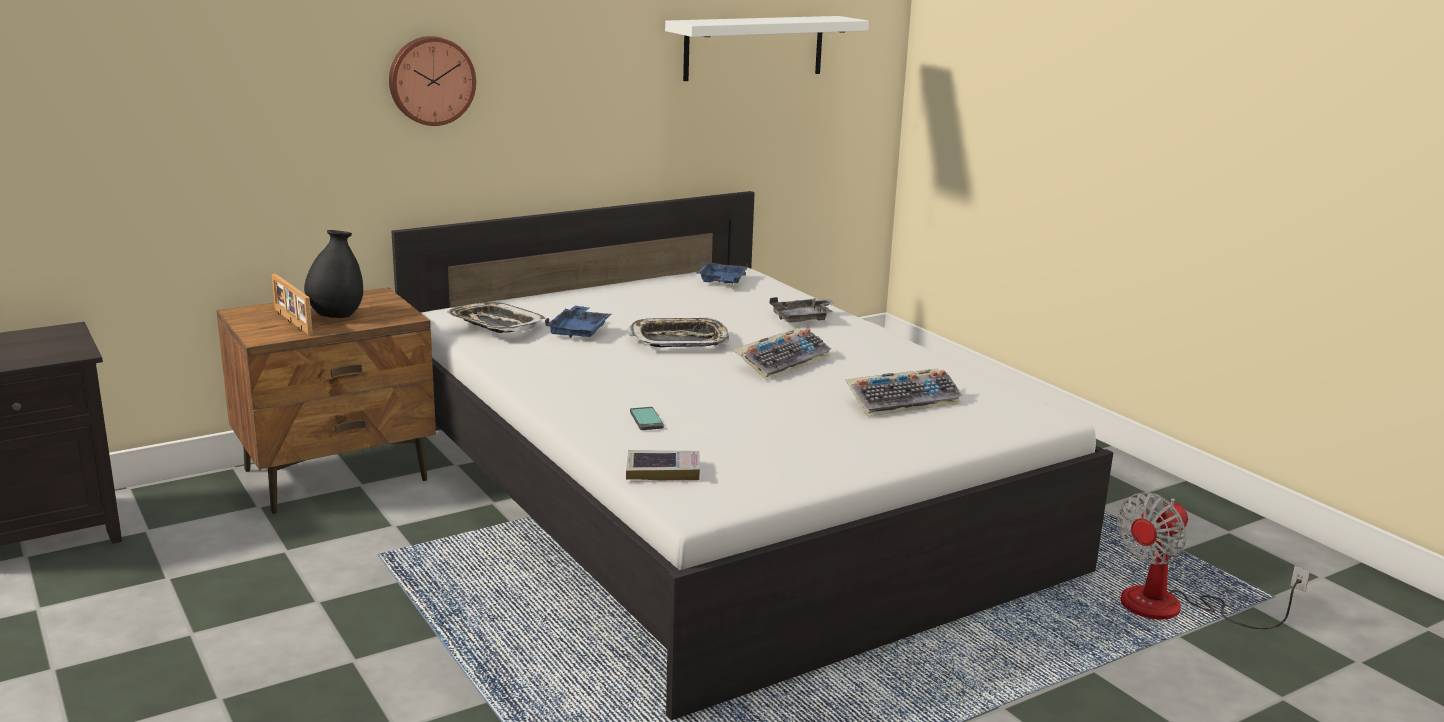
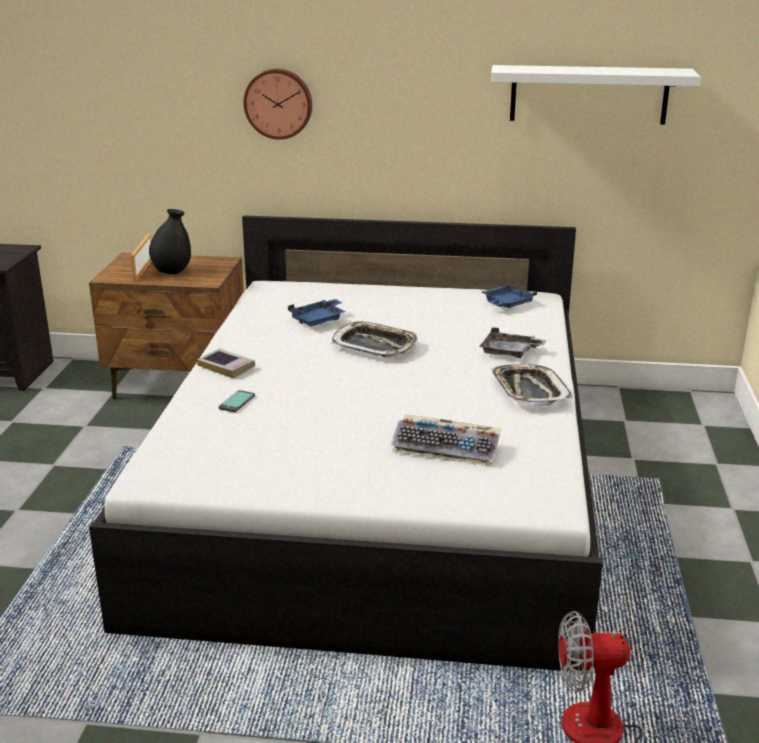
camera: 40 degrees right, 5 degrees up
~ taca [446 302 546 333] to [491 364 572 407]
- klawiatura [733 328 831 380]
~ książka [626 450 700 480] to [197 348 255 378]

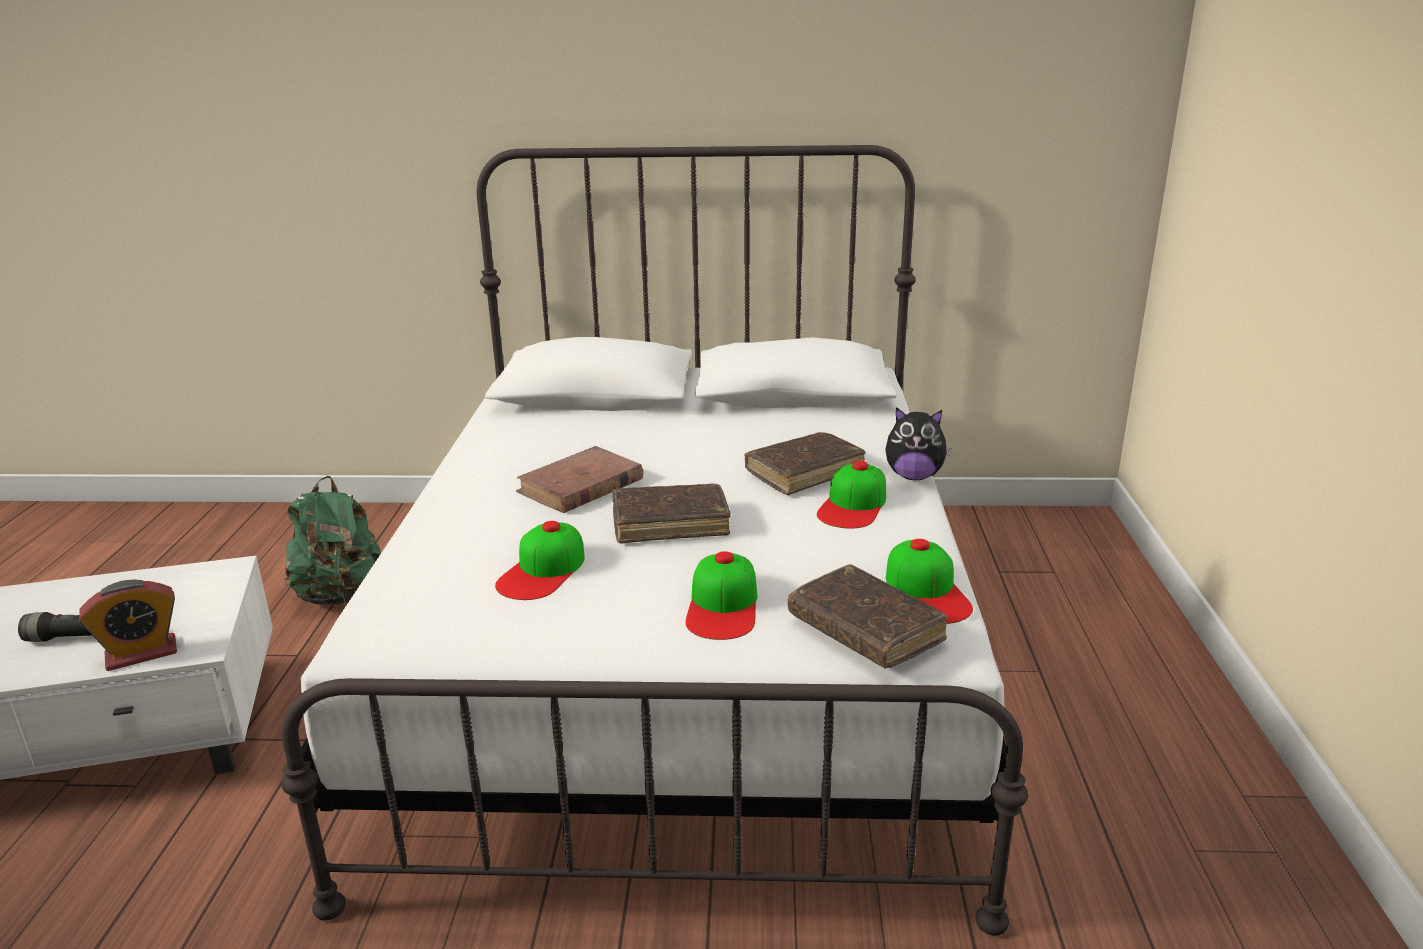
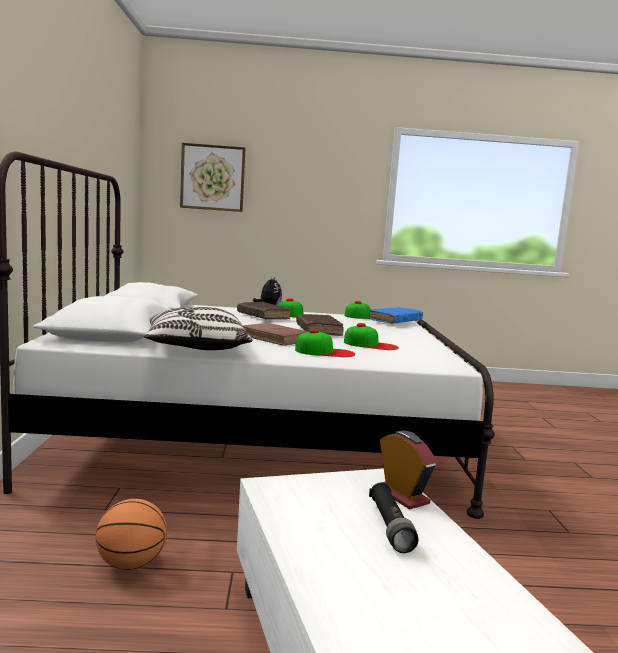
camera: 95 degrees left, 15 degrees down
~ plecak (zielony) [284 476 381 605] to piłka do koszykówki [95 499 167 570]
~ czapka z daszkiem [686 551 757 640] to [295 329 355 357]
~ książka (brązowy) [788 564 948 669] to książka (niebieski) [369 307 423 324]
+ obraz [180 143 246 212]
+ poduszka [144 307 252 350]

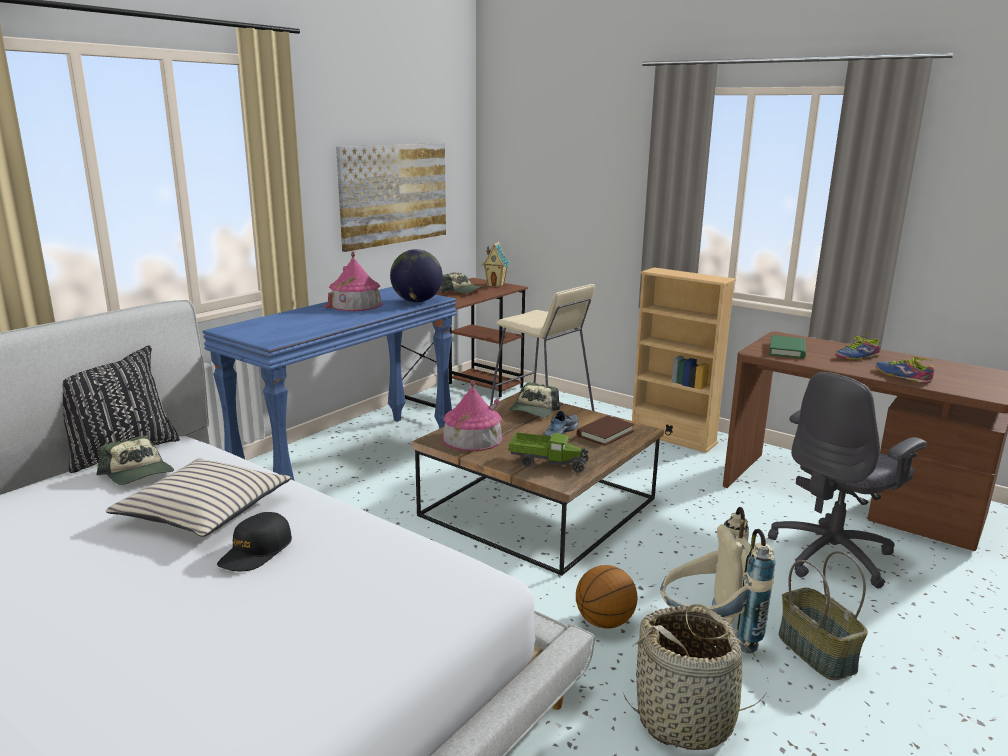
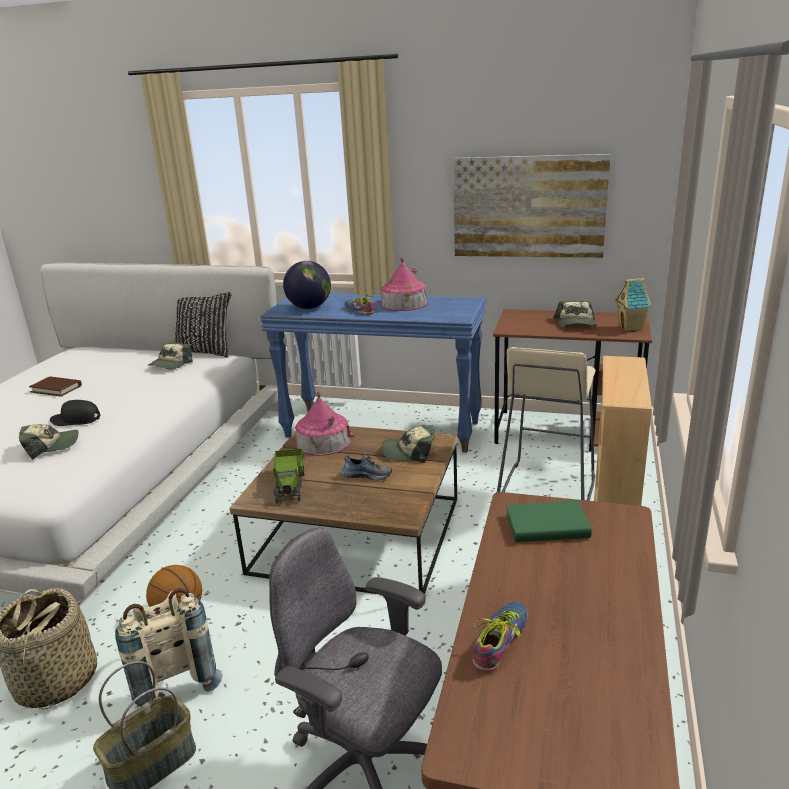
camera: 70 degrees right, 5 degrees up
~ globus [390 249 443 302] to [283 261 331 309]
~ but [835 334 881 360] to [344 295 375 315]
~ książka (brązowy) [577 415 635 446] to [29 377 82 397]
- poduszka (beżowy) [106 458 292 537]
+ czapka z daszkiem [19 424 78 459]

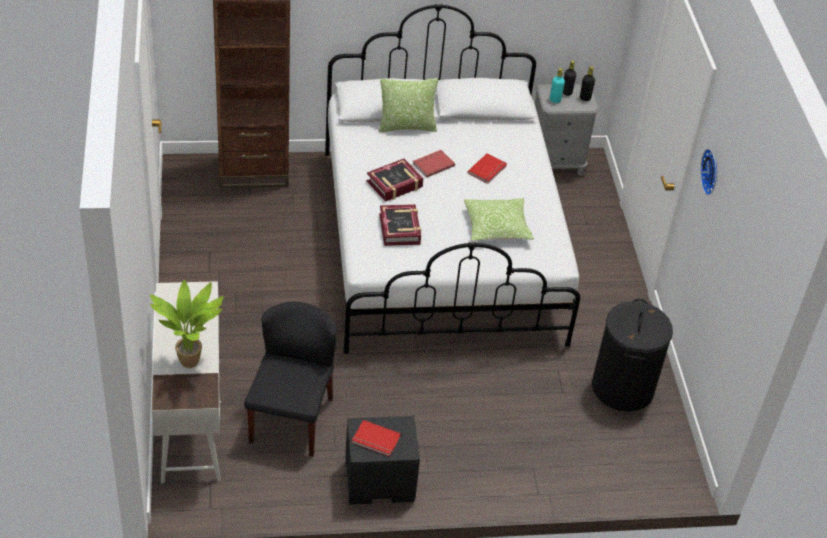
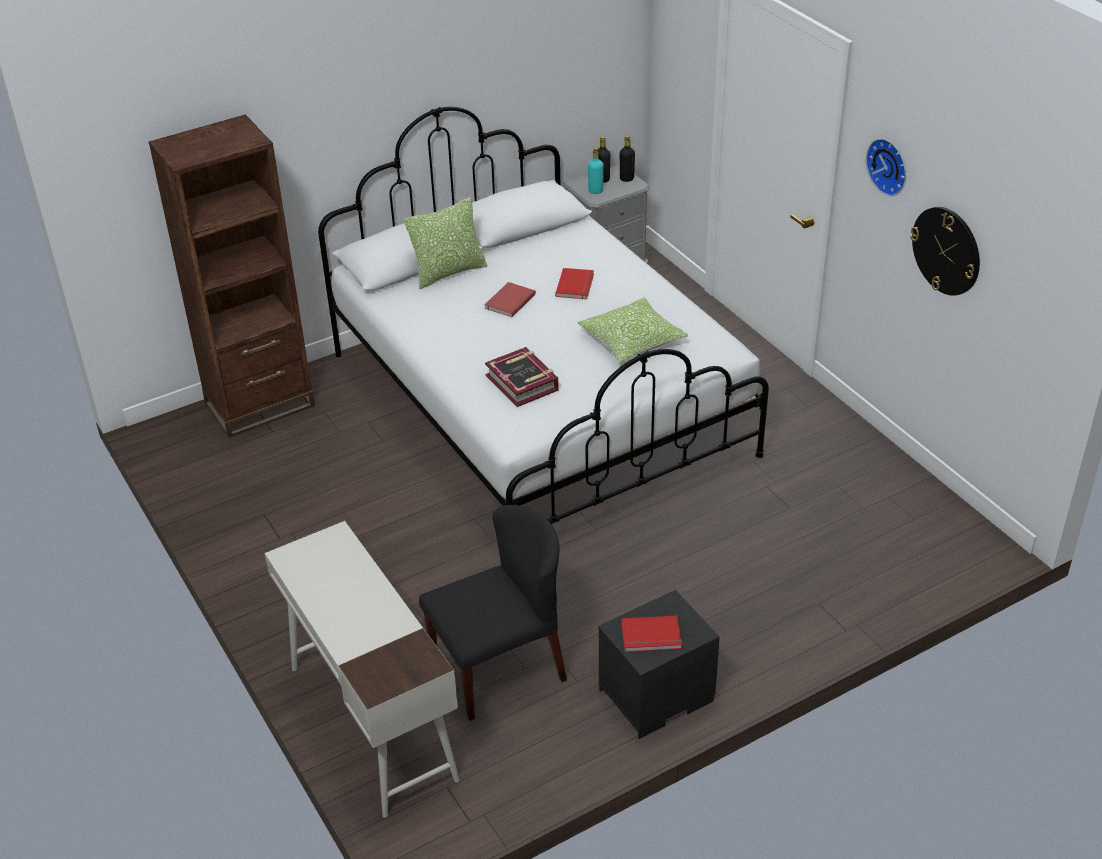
camera: 20 degrees left, 5 degrees down
- książka [366 159 423 202]
- roślina doniczkowa [150 280 224 368]
- kosz na pranie (czarny) [592 299 673 412]
~ krzesło (czarny) [244 301 337 456] = [419 505 567 721] 75 degrees clockwise
+ zegar ścienny [910 207 980 296]

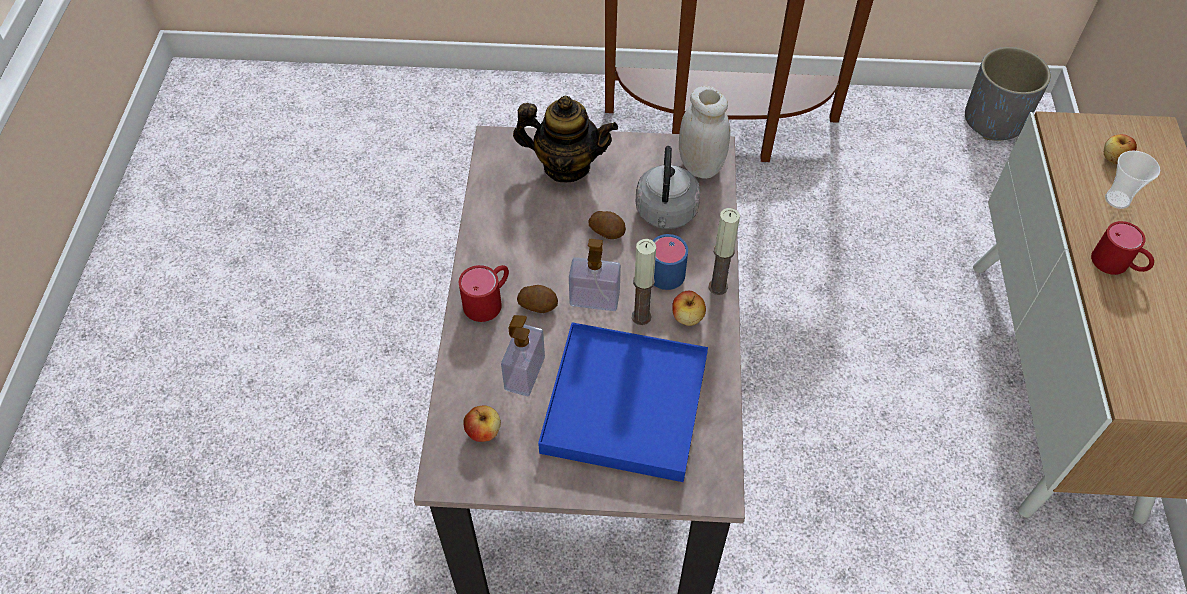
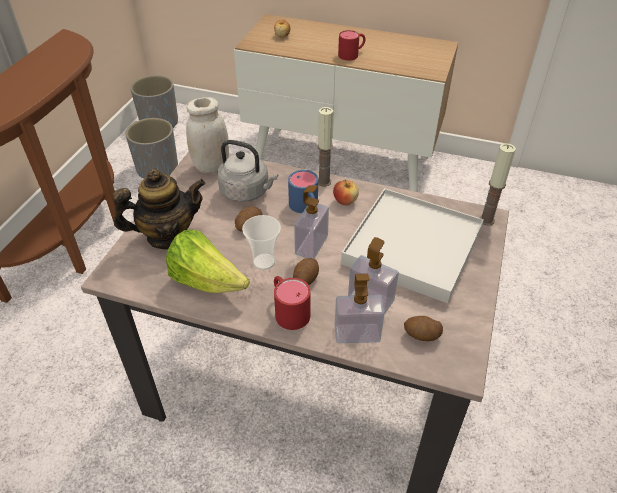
camera: 75 degrees left, 10 degrees down
~ imbryk [513 95 618 182] = [113 169 205 250] 45 degrees clockwise
~ filiżanka [1105 151 1160 209] to [242 215 281 270]
~ świeca [632 239 656 325] to [479 143 516 226]
~ taca (niebieski) [538 322 708 482] to taca (biały) [341 188 484 303]
~ jabłko [463 405 501 442] to ziemniak [404 316 443 341]
+ donica (szary) [125 118 178 179]
+ sałata [166 229 250 293]
+ dozownik mydła [335 274 384 343]

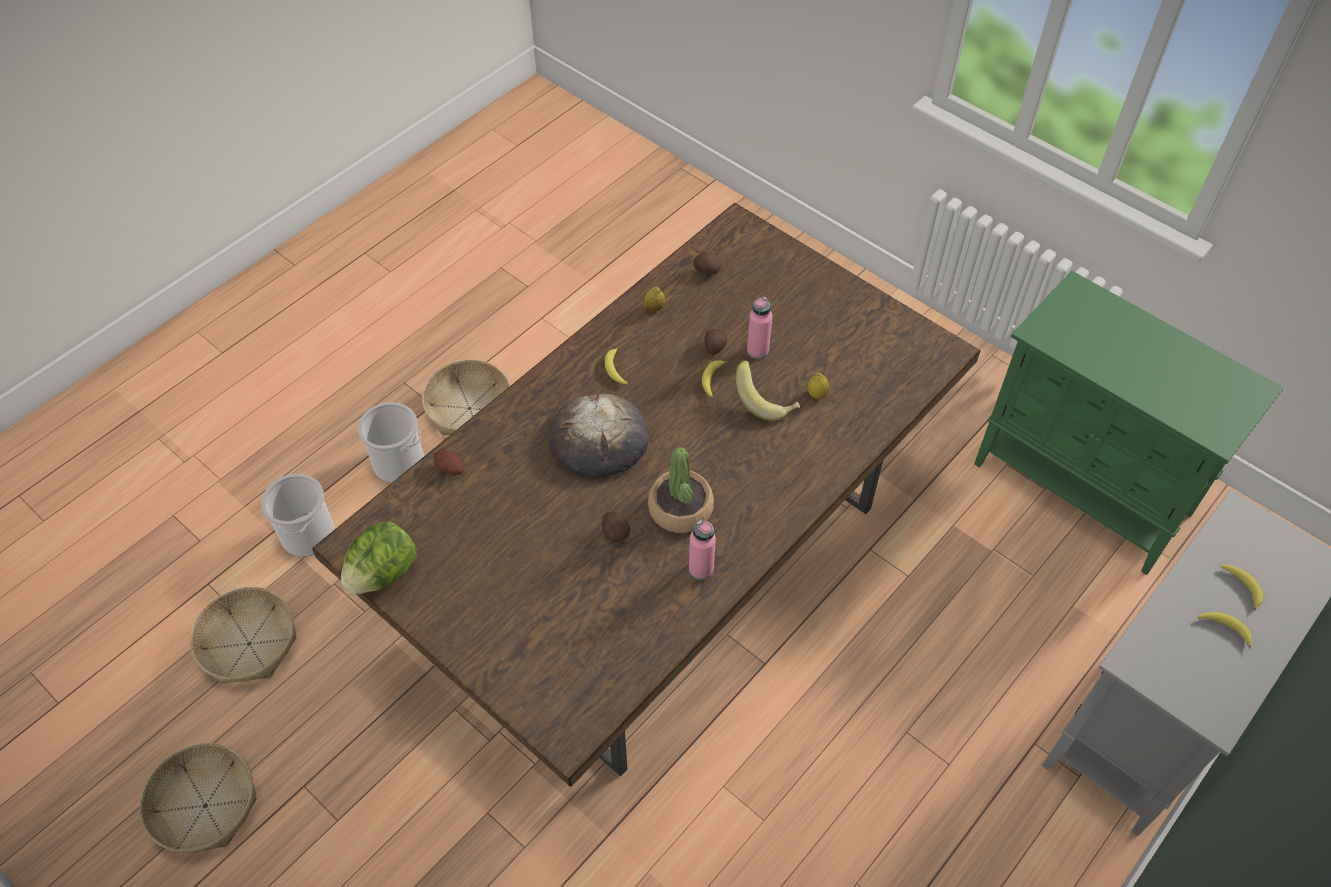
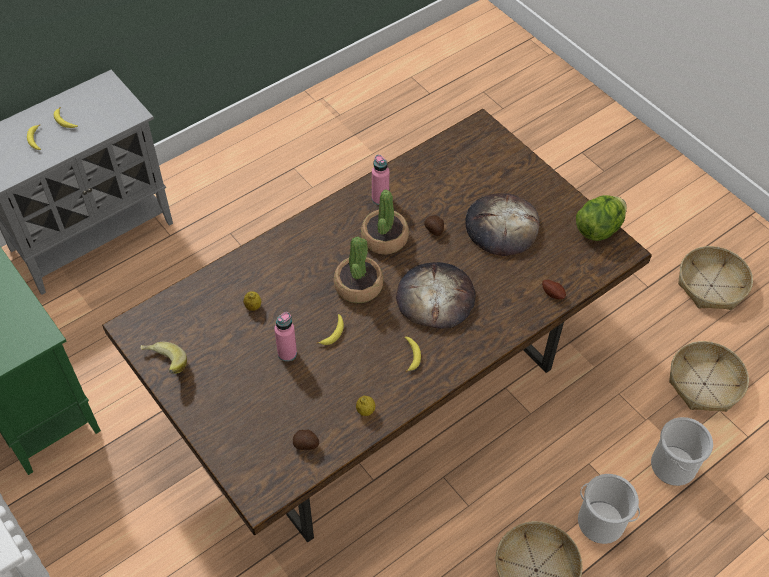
camera: 170 degrees left, 0 degrees up
- ziemniak [705 329 727 355]
~ banan [735 360 800 421] to [140 342 187 374]
+ chleb [465 193 539 256]
+ roślina doniczkowa [334 236 384 303]

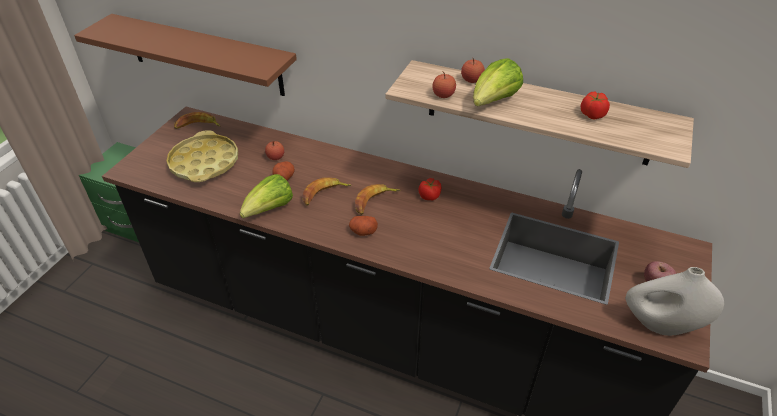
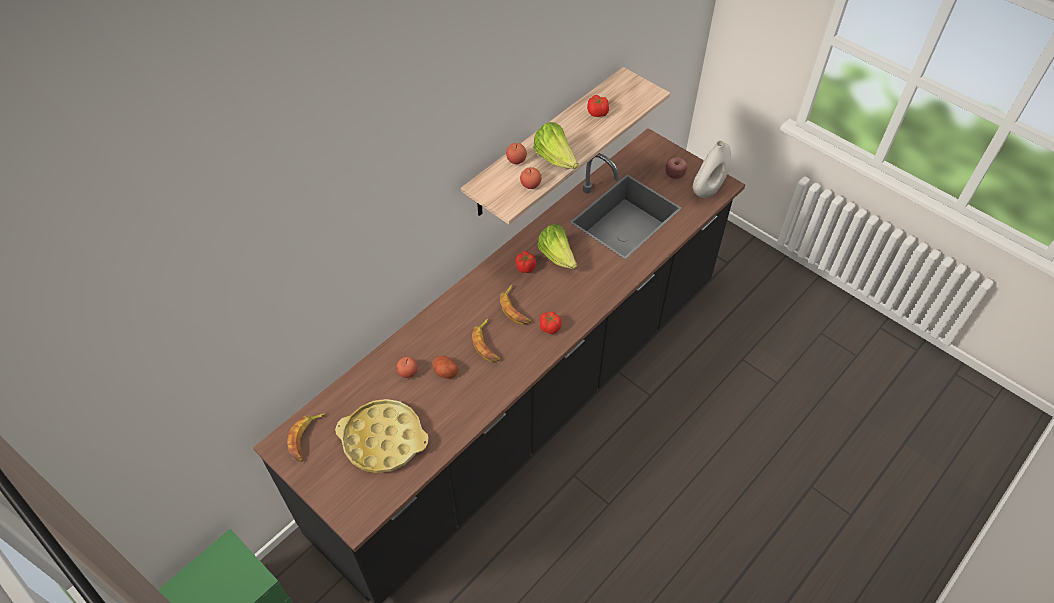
camera: 70 degrees left, 10 degrees up
- półka (brązowy) [74 14 297 96]
~ sałata [240 174 293 219] to [538 224 577 269]
~ ziemniak [349 216 378 236] to pomidor [540 312 562 334]

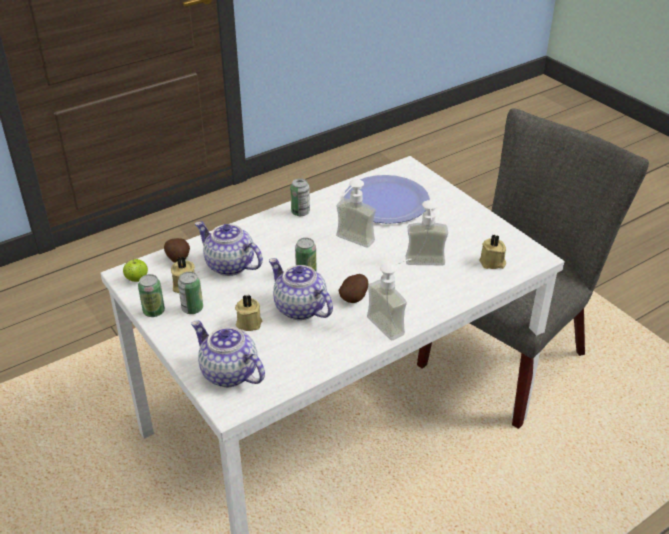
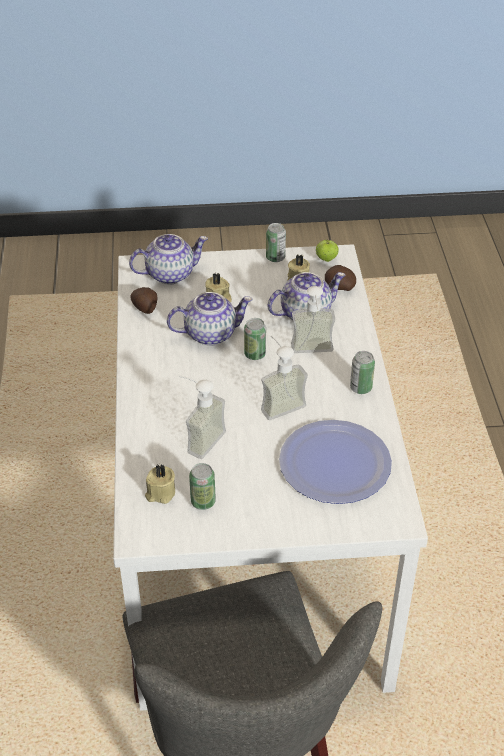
camera: 120 degrees right, 5 degrees up
~ dozownik mydła [367 259 411 340] to [291 286 335 353]
~ puszka [178 272 203 314] to [189 463 216 510]
~ ziemniak [339 274 368 303] to [130 287 158 314]

